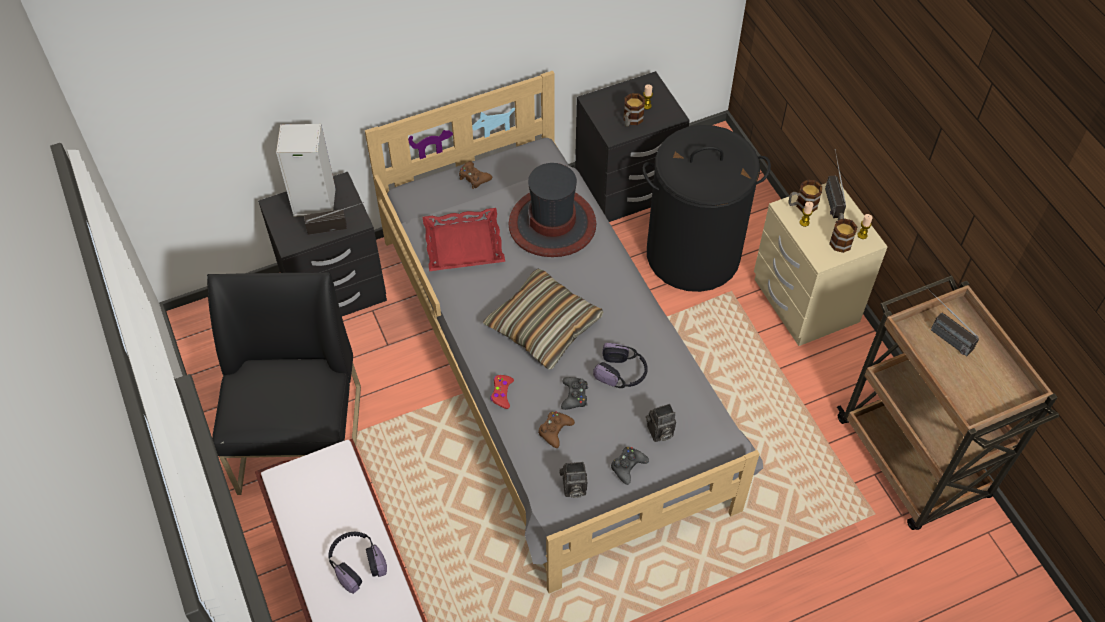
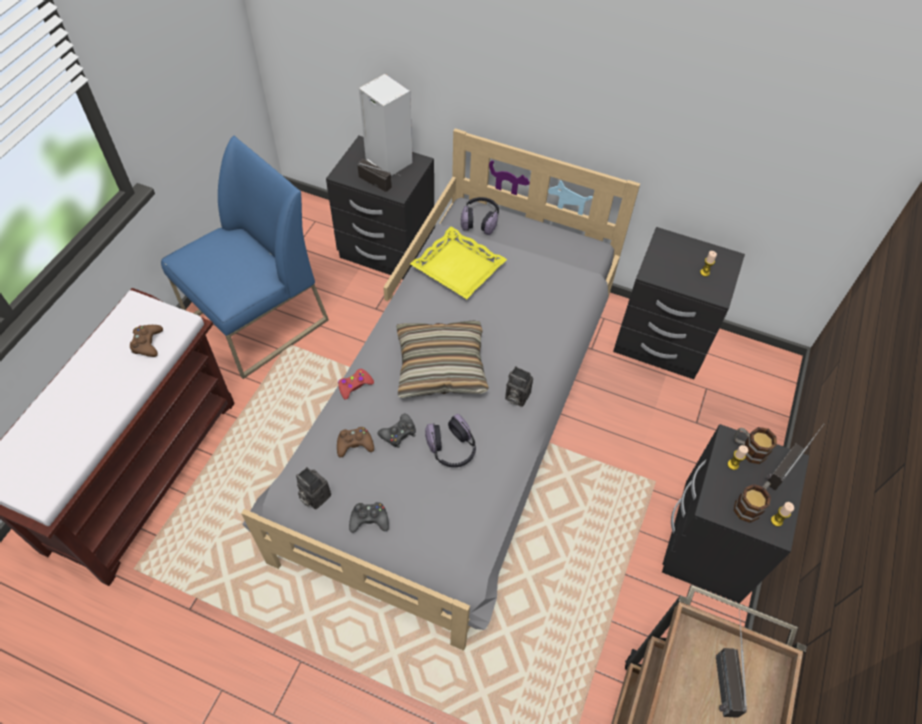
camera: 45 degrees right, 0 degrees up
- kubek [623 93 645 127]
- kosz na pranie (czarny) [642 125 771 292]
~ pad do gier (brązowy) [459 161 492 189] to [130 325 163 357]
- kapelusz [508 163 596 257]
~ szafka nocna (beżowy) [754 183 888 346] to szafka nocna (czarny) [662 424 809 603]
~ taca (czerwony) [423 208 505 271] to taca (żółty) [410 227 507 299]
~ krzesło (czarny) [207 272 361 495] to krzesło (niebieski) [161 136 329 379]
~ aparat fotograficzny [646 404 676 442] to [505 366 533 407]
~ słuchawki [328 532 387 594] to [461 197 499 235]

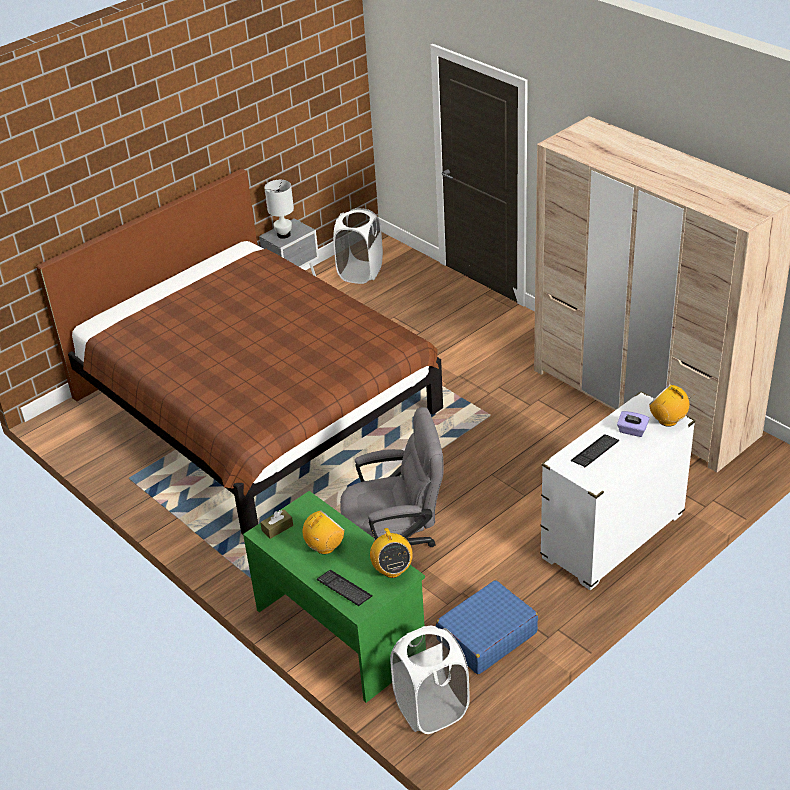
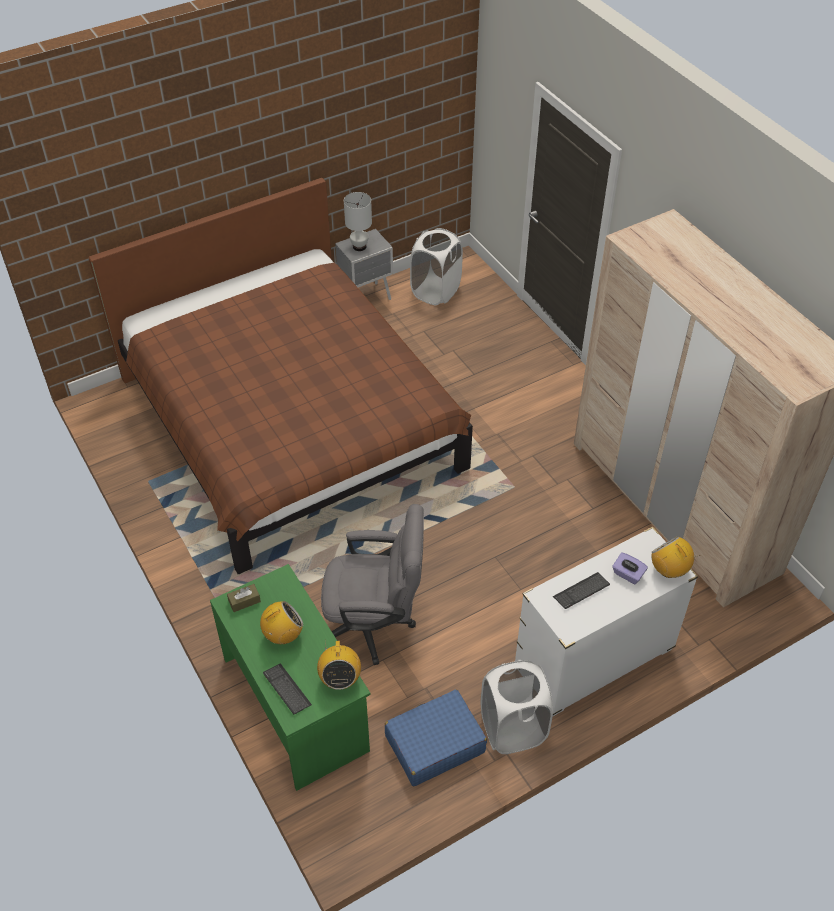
camera: 10 degrees right, 10 degrees up
~ kosz na pranie (biały) [390 626 470 734] to [481 660 553 754]

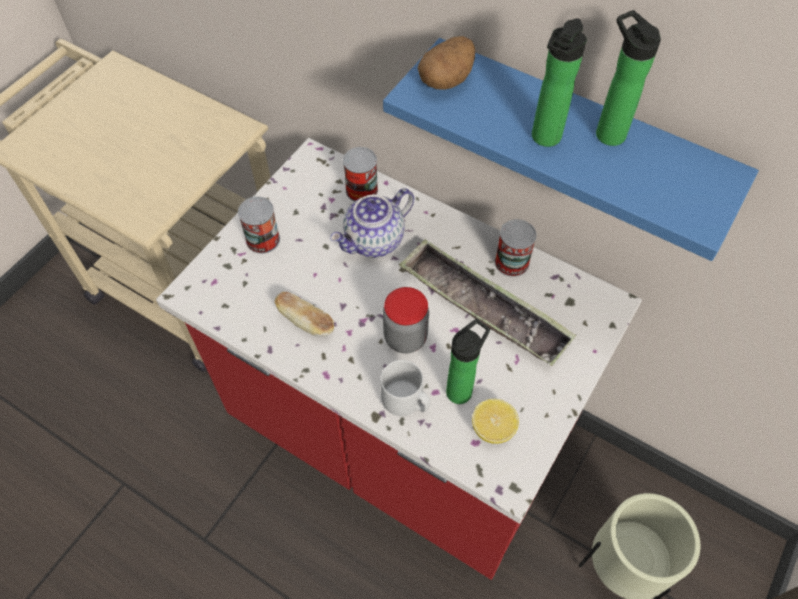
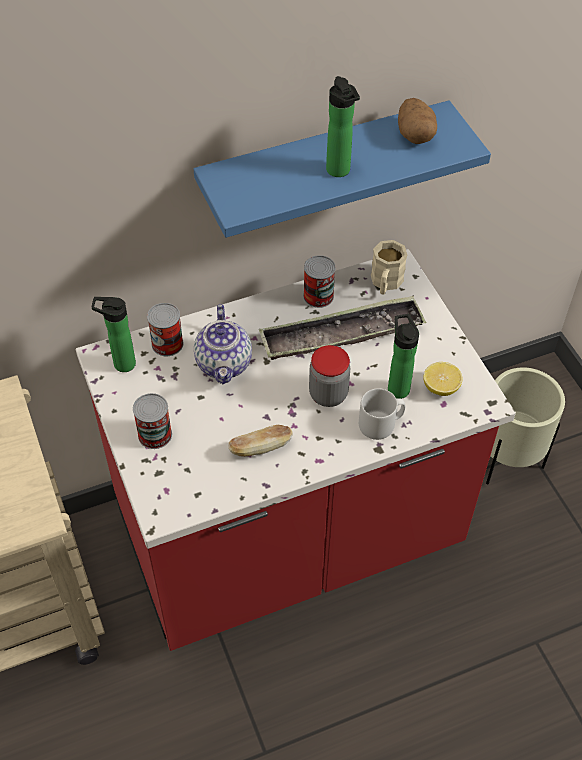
camera: 55 degrees left, 5 degrees down
~ butelka [596 10 661 146] to [92 297 136 372]
~ ziemniak [418 36 475 90] to [398 98 437 144]
+ kubek (beżowy) [371 240 407 295]

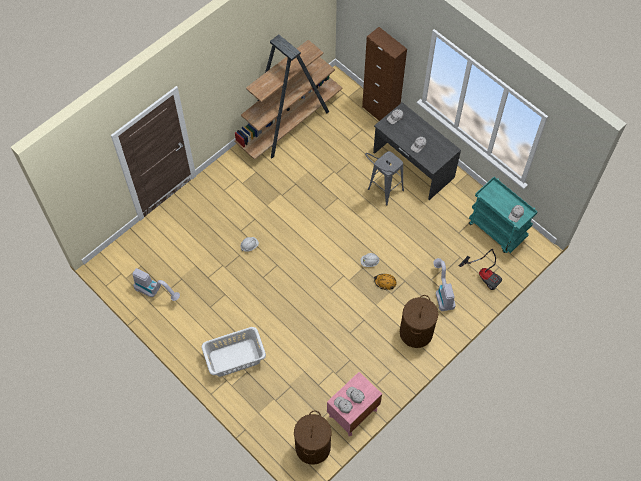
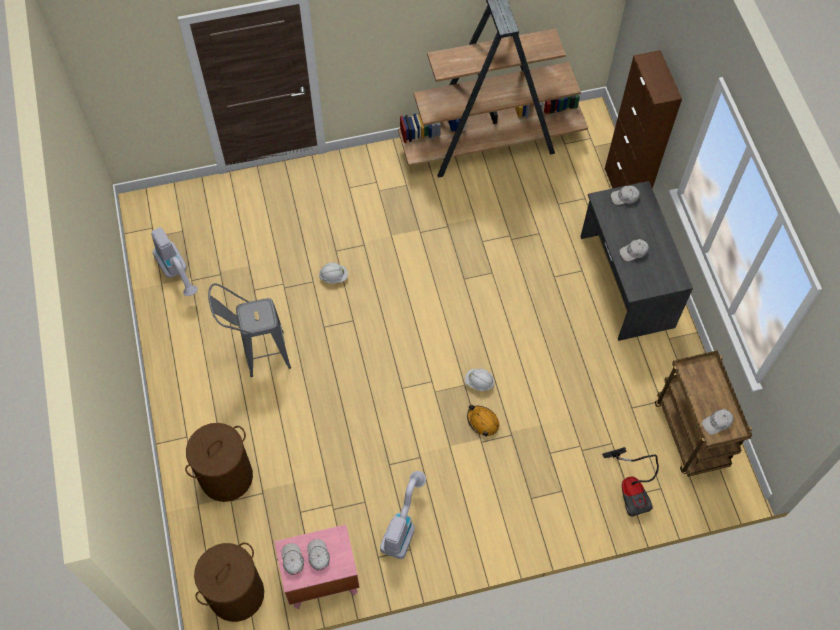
camera: 30 degrees right, 0 degrees up
~ stołek (szary) [365 151 404 206] to [208 283 291 377]
~ wózek (turkusowy) [469 177 537 253] to wózek (brązowy) [655 350 752 477]
~ odkurzacz [433 258 456 311] to [380 471 426 559]
~ kosz na pranie (brązowy) [400 295 438 348] to [185 423 253 502]
- kosz na pranie (biały) [201 327 266 377]

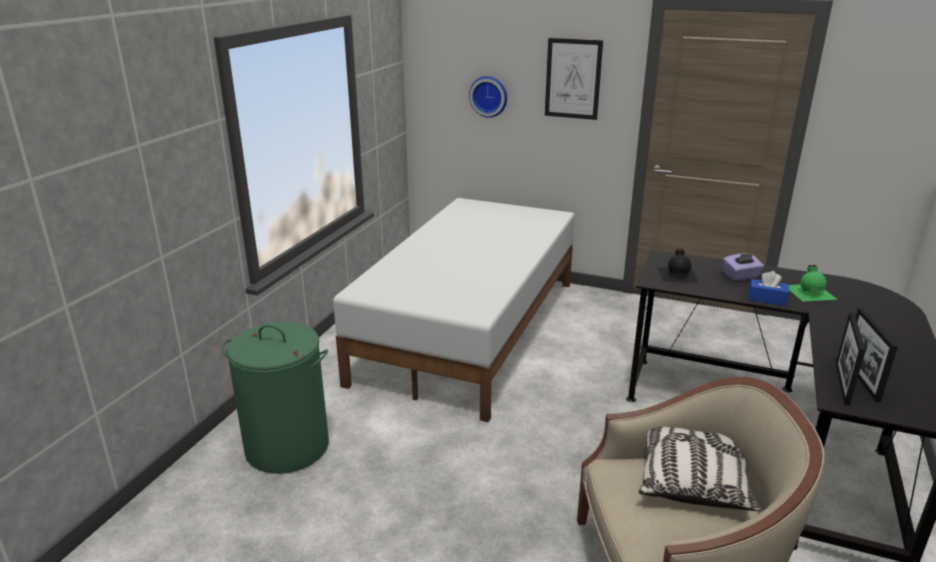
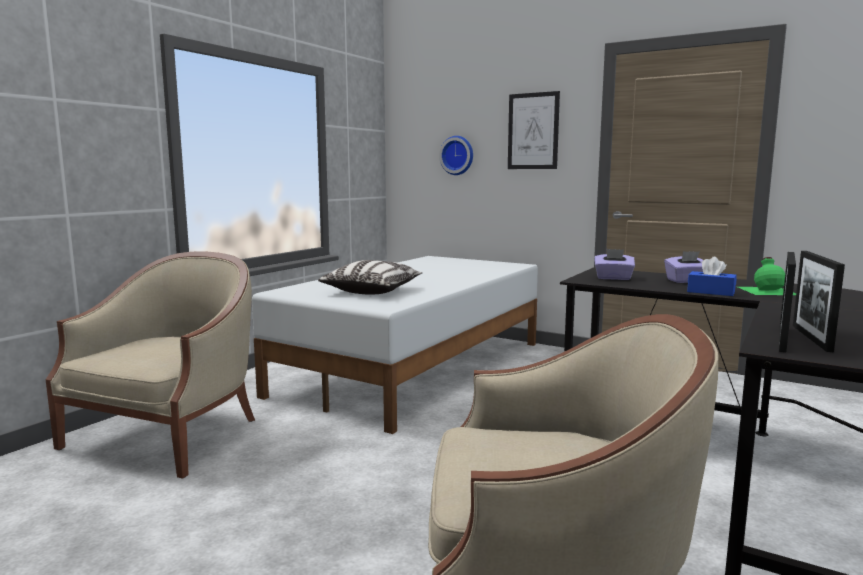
camera: 10 degrees right, 15 degrees down
~ butelka (czarny) [658 249 699 283] to pudełko chusteczek (fioletowy) [594 249 635 280]
~ kosz na pranie (zielony) [222 322 329 474] to fotel (beżowy) [46 251 255 479]
~ poduszka [638 427 760 511] to [318 260 422 294]

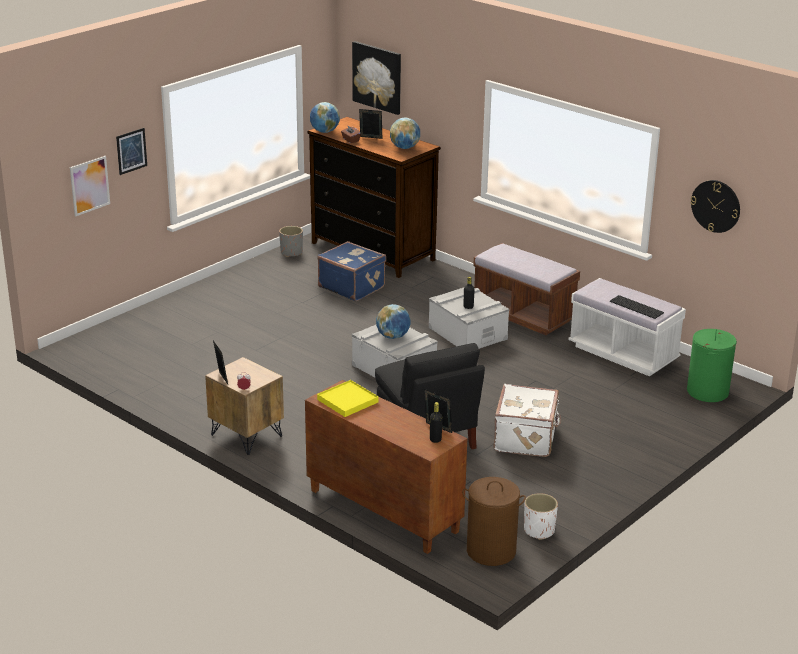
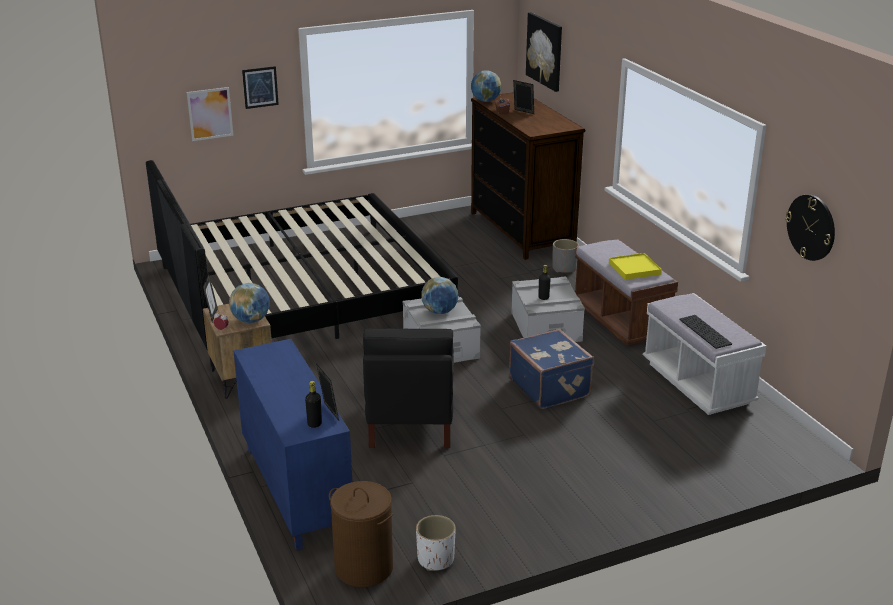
camera: 25 degrees right, 0 degrees up
~ globus [390 118 420 149] to [229 283 270 323]
~ donica (szary) [279 226 303 257] to [552 239 579 273]
~ walizka (niebieski) [317 241 386 301] to [509 329 594 409]
- kosz na pranie (zielony) [687 329 737 402]
~ szafka (brązowy) [305 380 467 554] to szafka (niebieski) [234 339 352 551]
~ taca (żółty) [317 380 379 417] to [609 253 662 280]
- walizka (biały) [494 384 561 457]
+ łóżko [146 160 458 367]

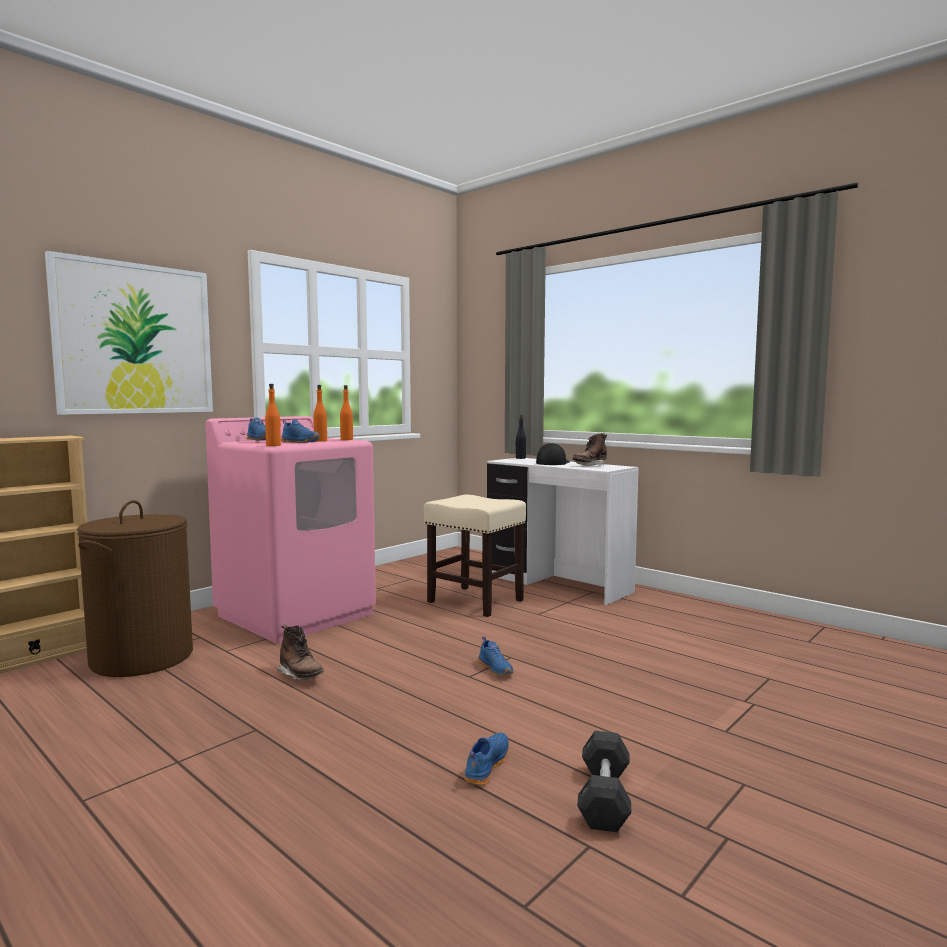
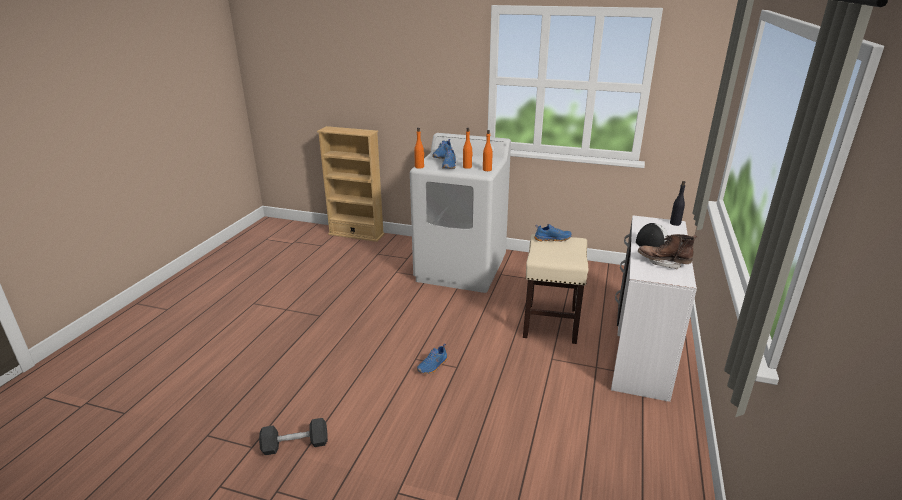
camera: 65 degrees right, 20 degrees up
- obraz [45 251 213 415]
~ pralka (różowy) [205 416 376 644] to pralka (biały) [410 133 511 293]
- kosz na pranie (brązowy) [77 500 193 677]
- but z cholewką (brązowy) [277 625 324 680]
~ but (niebieski) [465 733 509 785] to [534 224 572 242]

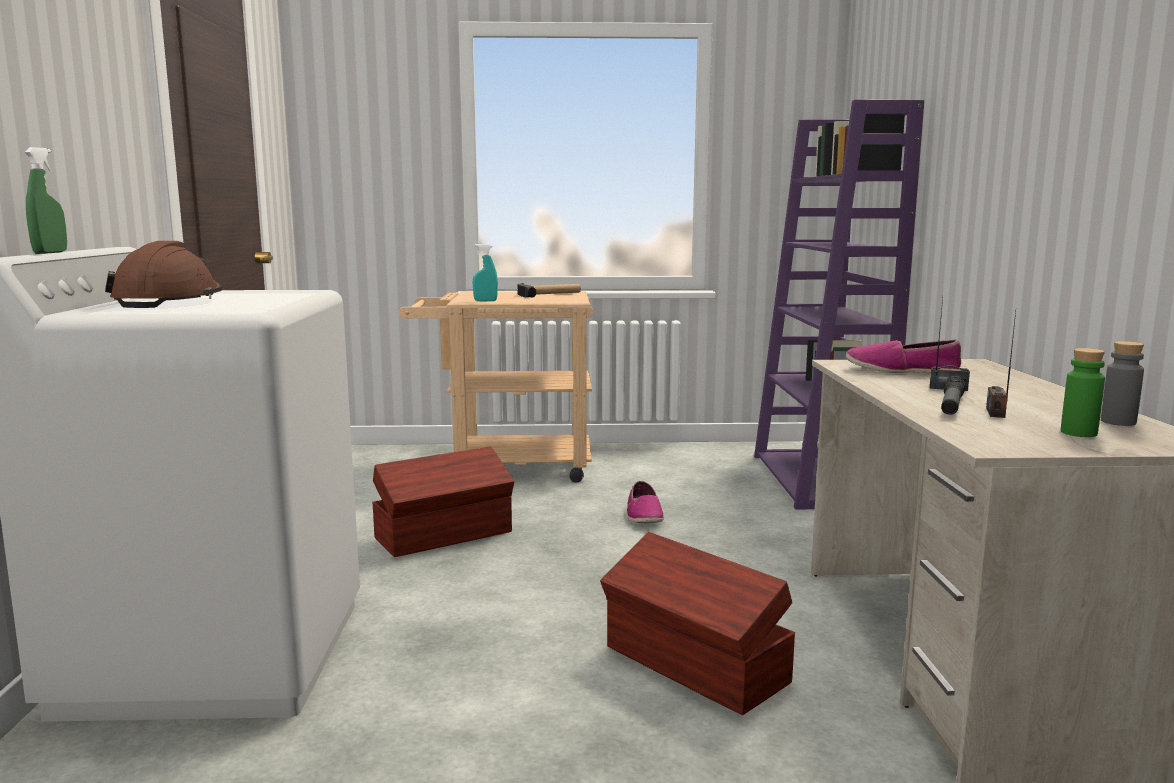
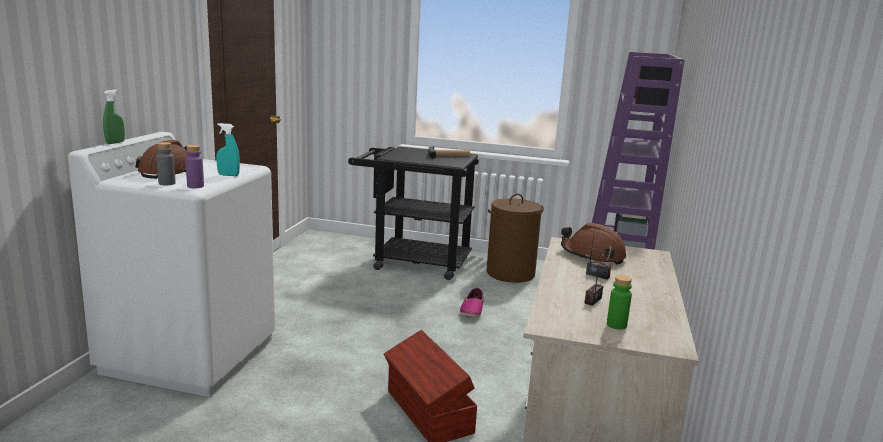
camera: 15 degrees right, 5 degrees up
~ spryskiwacz (turkusowy) [472 244 498 301] to [216 123 240 176]
~ wózek (beżowy) [399 291 593 483] to wózek (czarny) [348 147 479 280]
~ but [846 339 961 374] to kask (brązowy) [561 222 627 265]
~ butelka (szary) [1101 341 1144 426] to [156 142 176 185]
- latarka [941 376 966 415]
- pojemnik do przechowywania (brązowy) [372 447 514 557]
+ butelka (fioletowy) [185 145 204 188]
+ kosz na pranie (brązowy) [487 194 544 283]

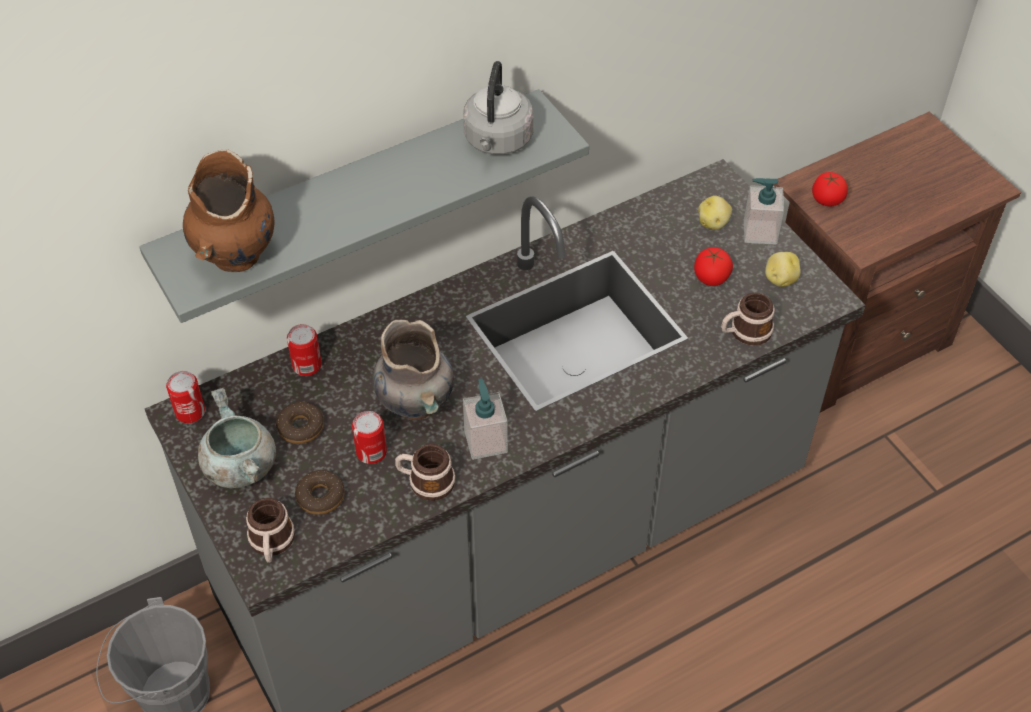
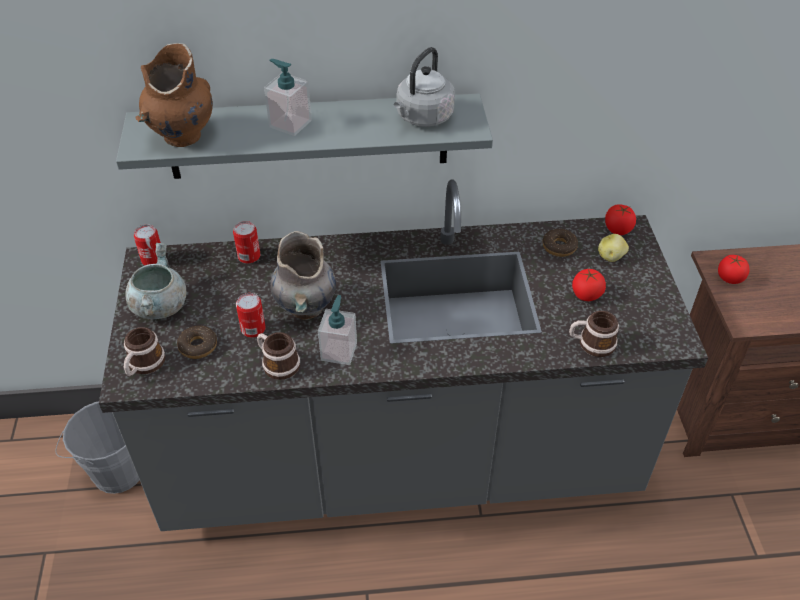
camera: 25 degrees right, 5 degrees down
~ dozownik mydła [744 178 784 245] to [264 59 312 136]
- ziemniak [765 252 801 287]
~ donut [276 402 324 444] to [542 229 578 257]
+ pomidor [605 204 636 235]

